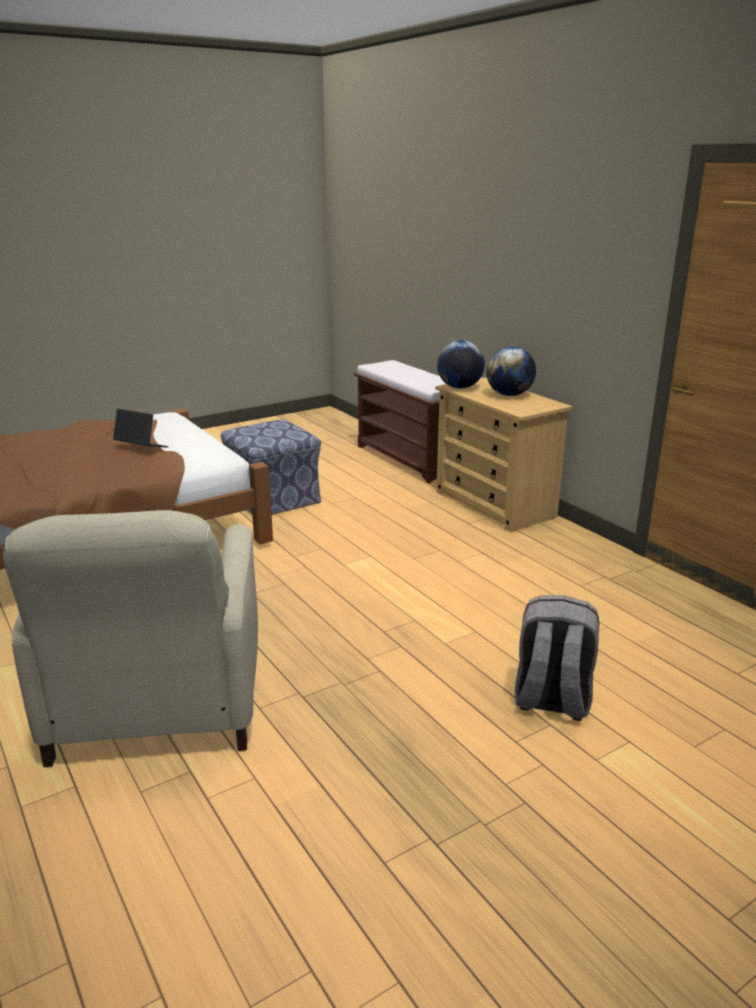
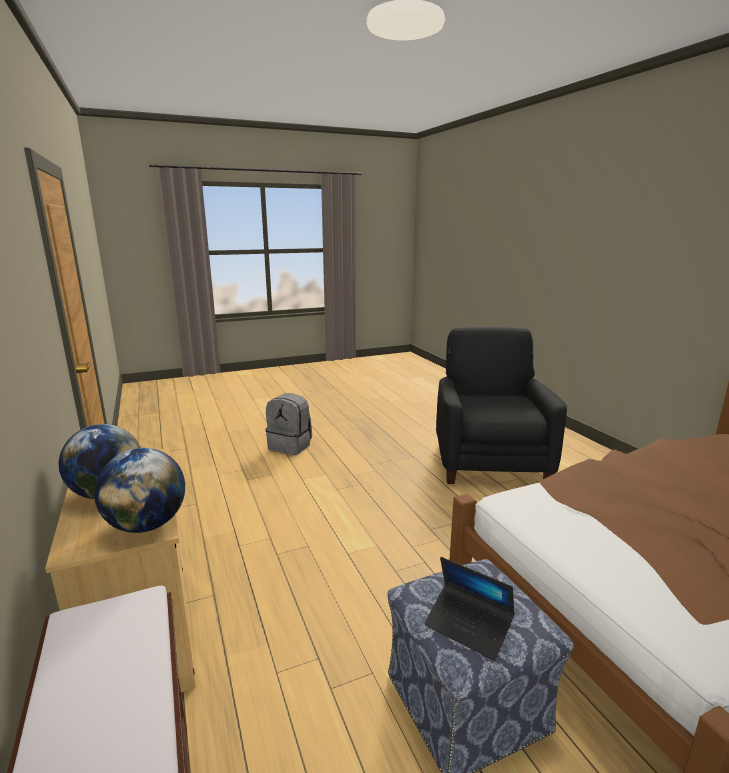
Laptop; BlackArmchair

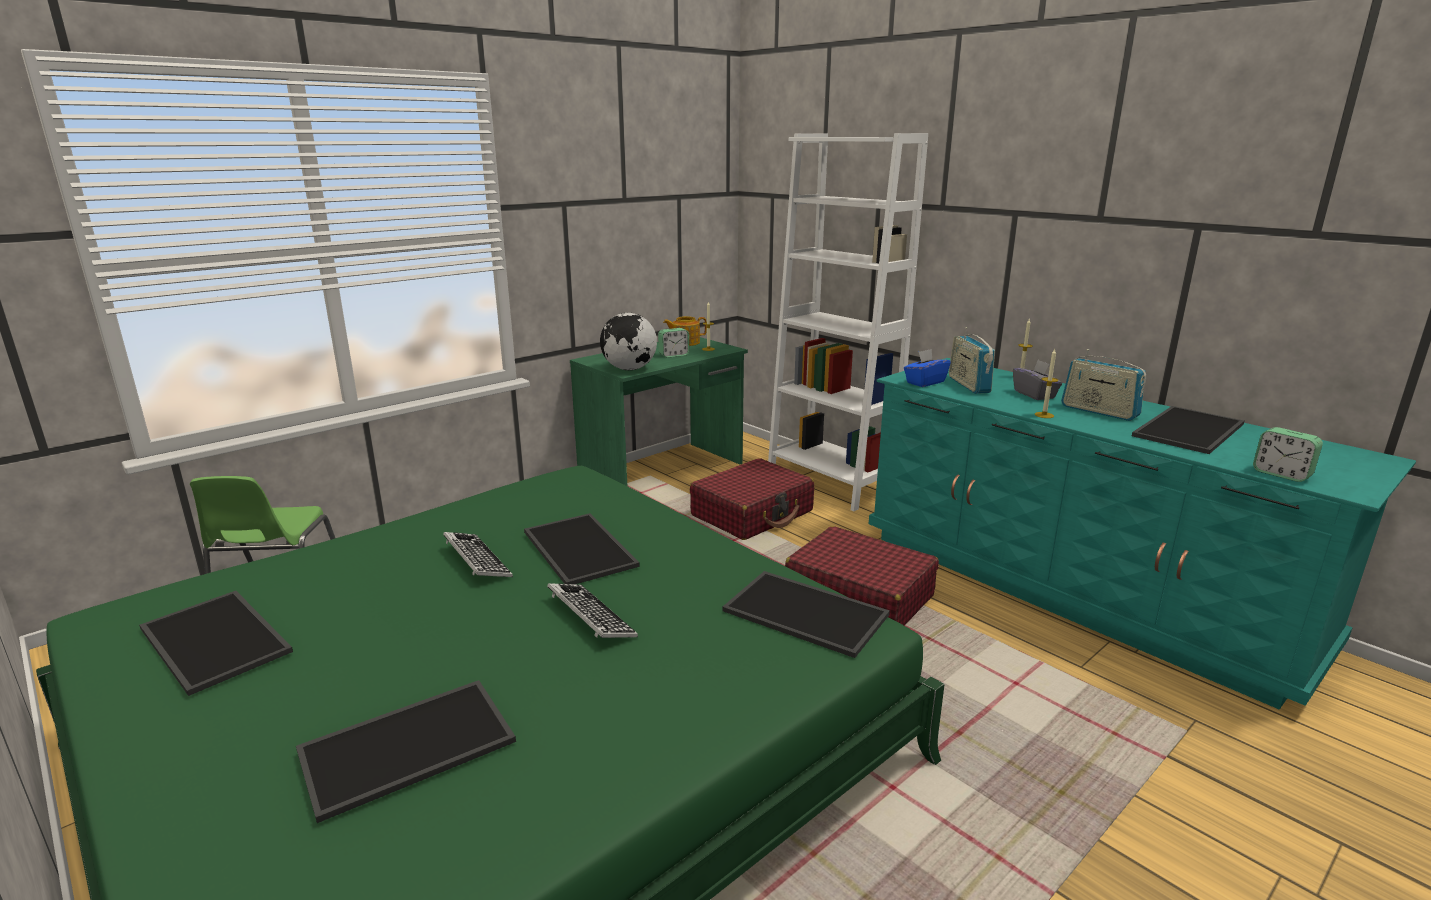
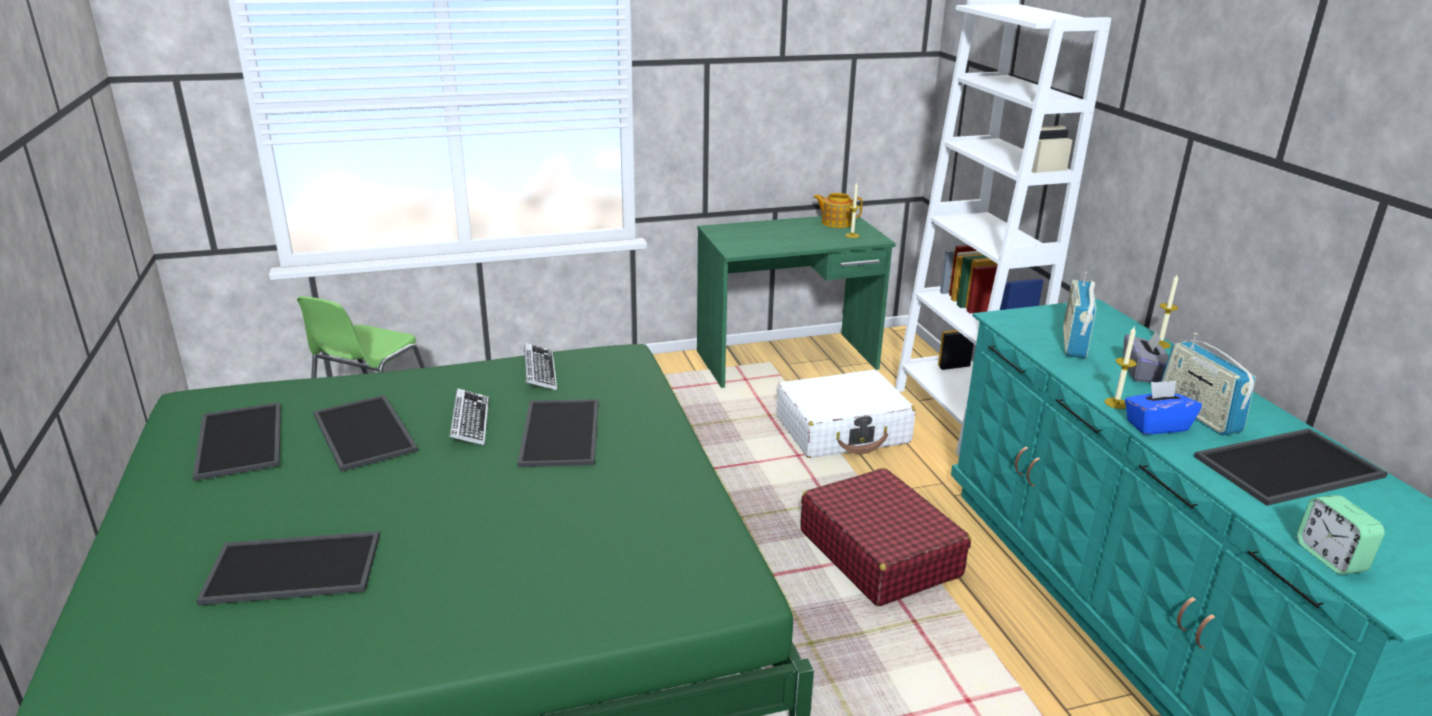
Globe; AlarmClock (no. 1 from left in the first image); Keyboard (no. 2 from left); Tray (no. 3 from left); BlueTissueBox; WhiteSuitcase

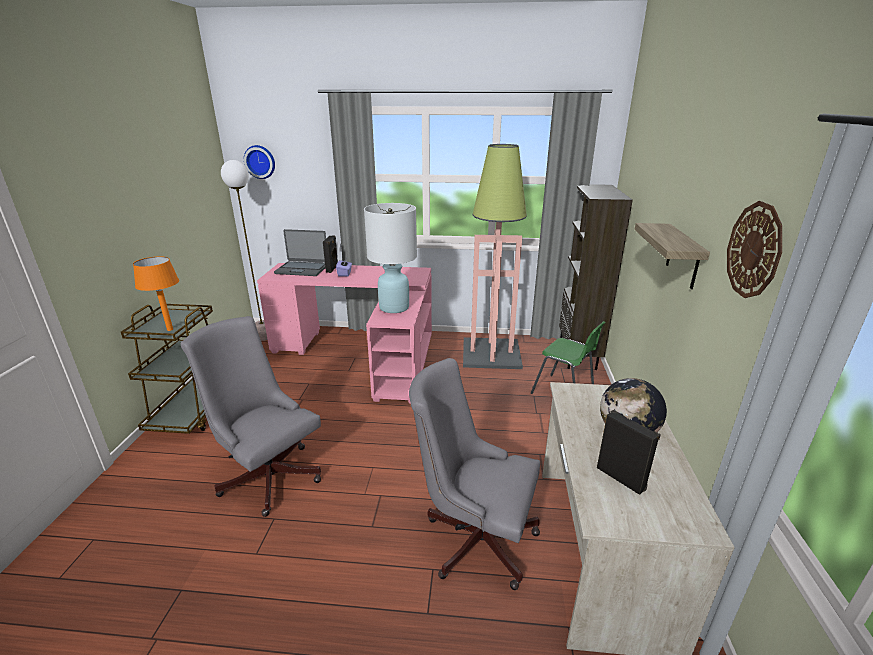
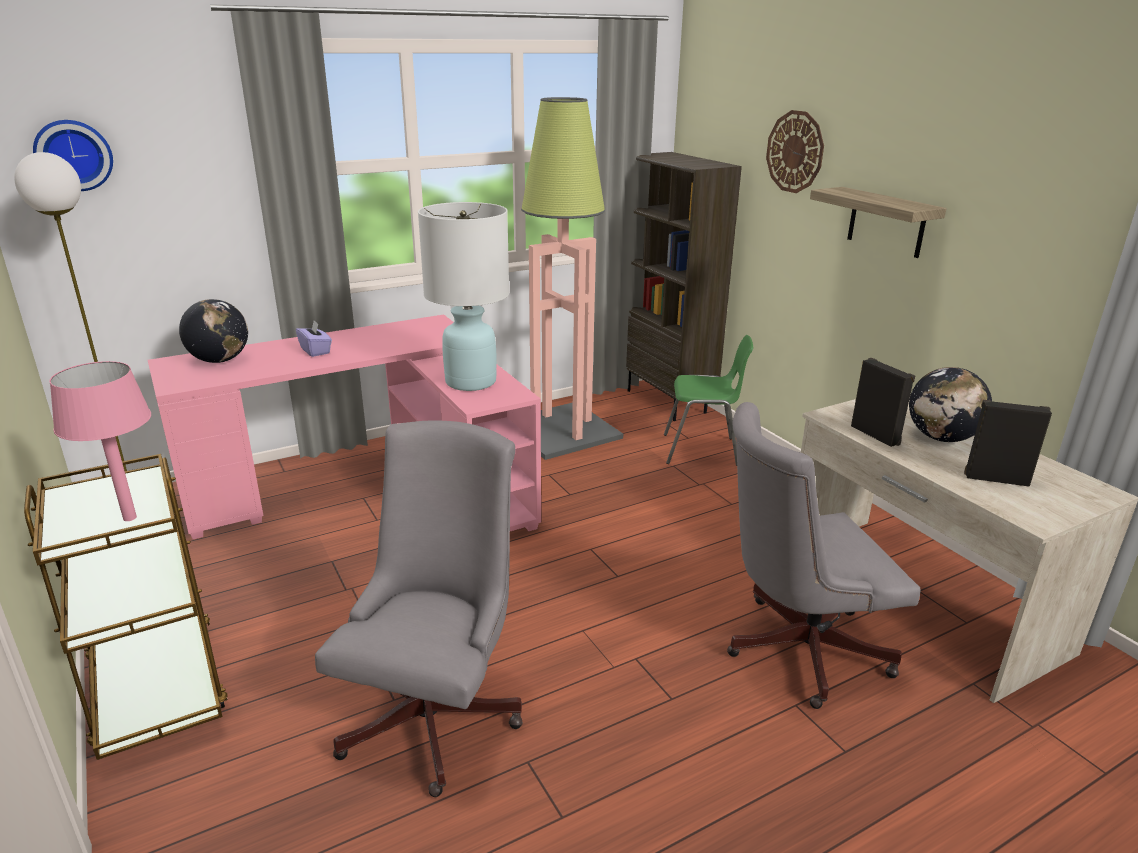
BlackSpeaker (no. 1 from left); WallClock (no. 2 from left); Globe (no. 1 from left); PinkTableLamp; GreyOfficeChair (no. 1 from left)

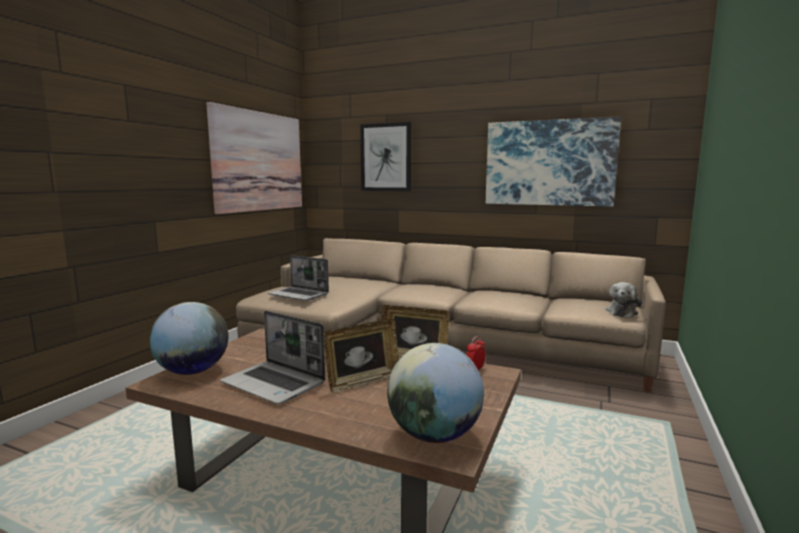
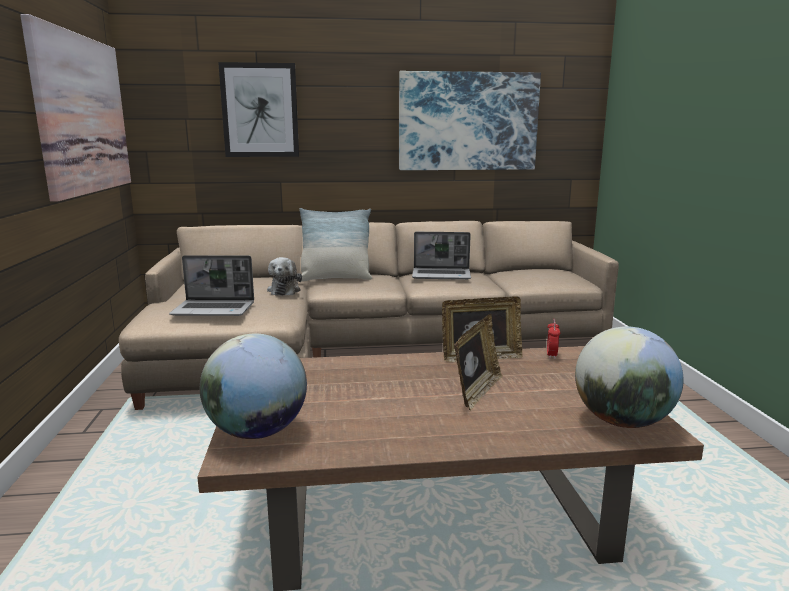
Pillow; Laptop (no. 2 from left); PlushToy

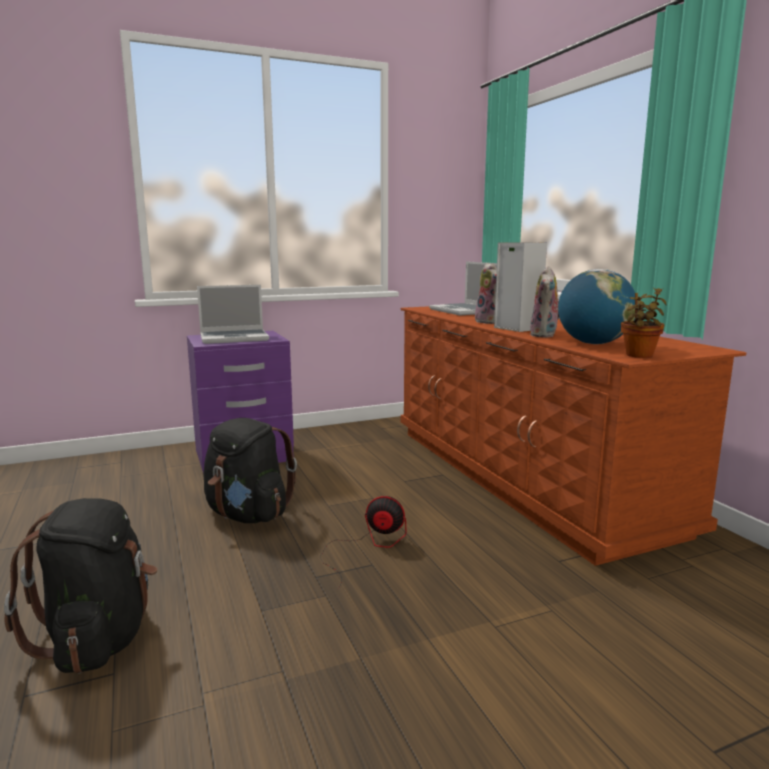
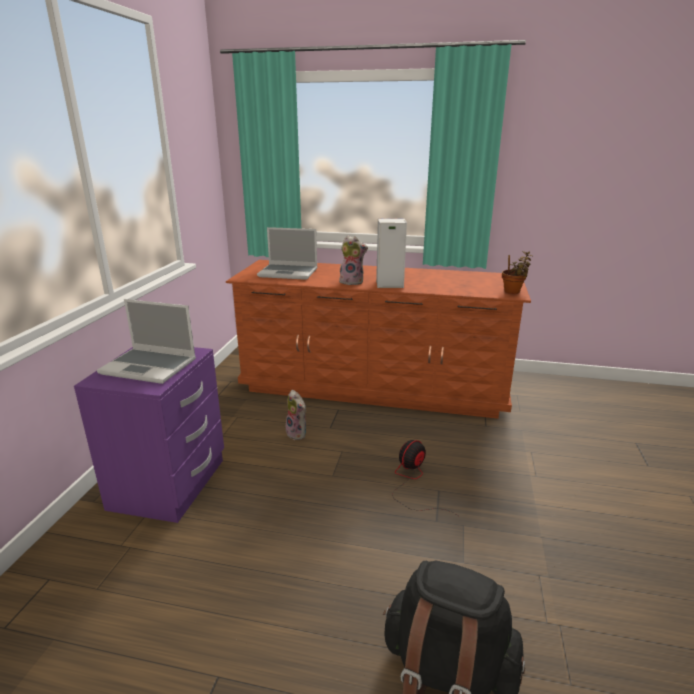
BlackBackpack (no. 2 from left in the first image); Globe; PlushToy (no. 1 from left); Laptop (no. 1 from left)

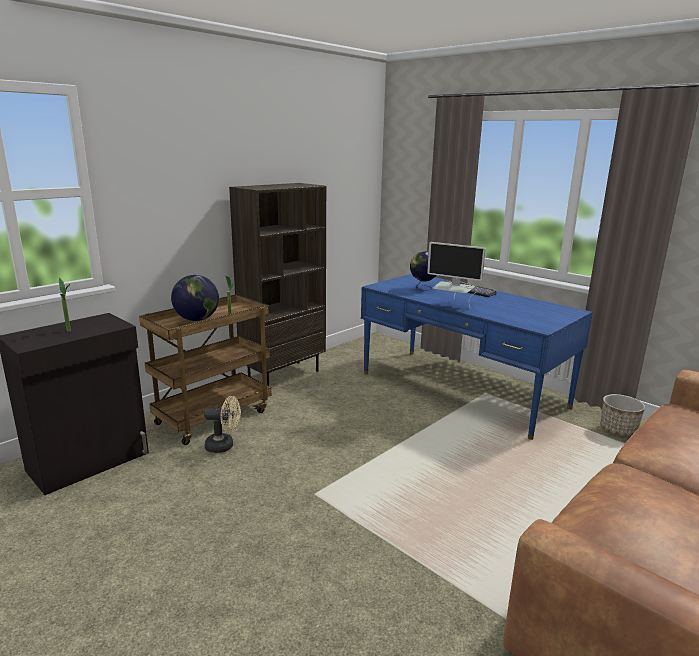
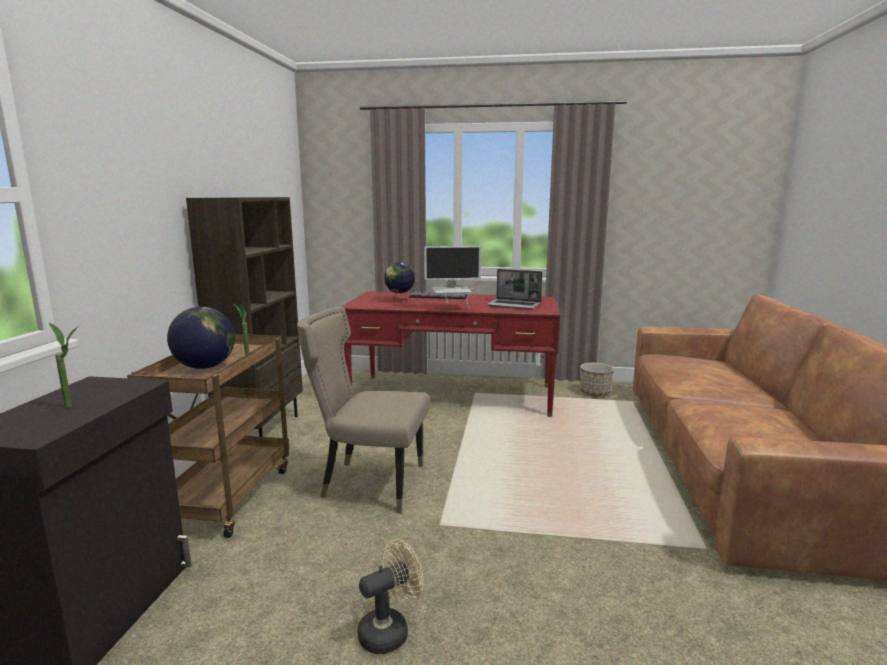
BeigeChair; Laptop; BeigeFan; RedDesk

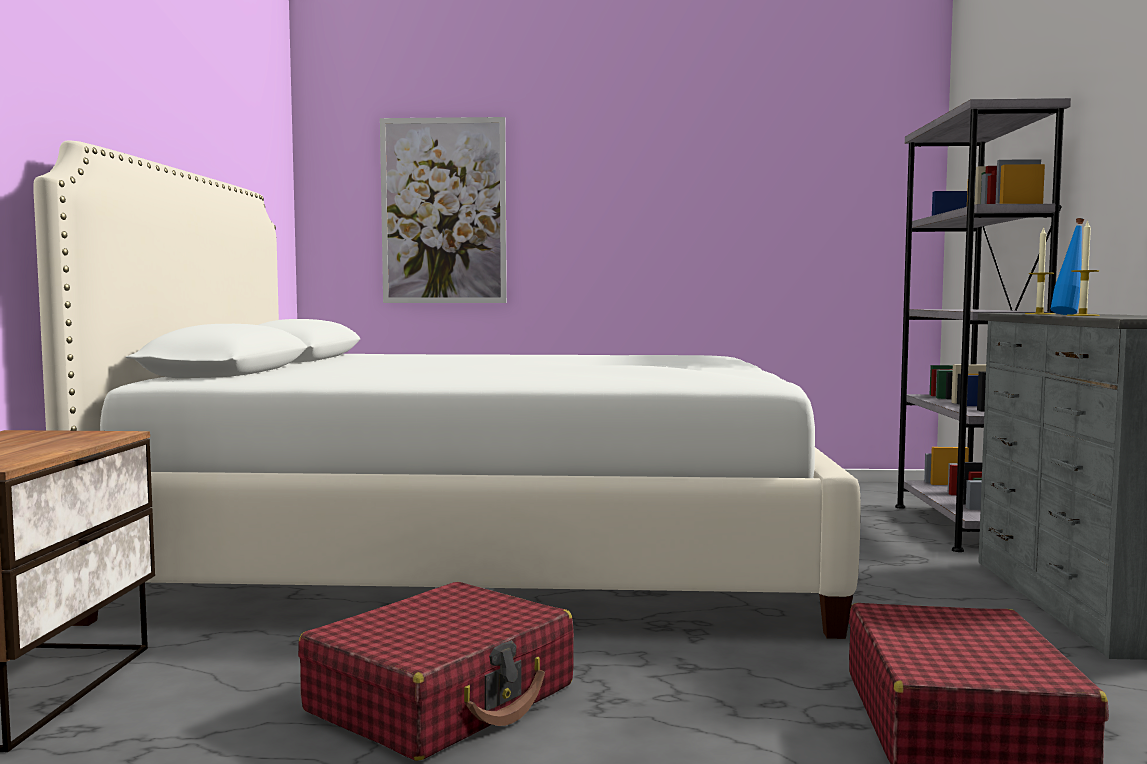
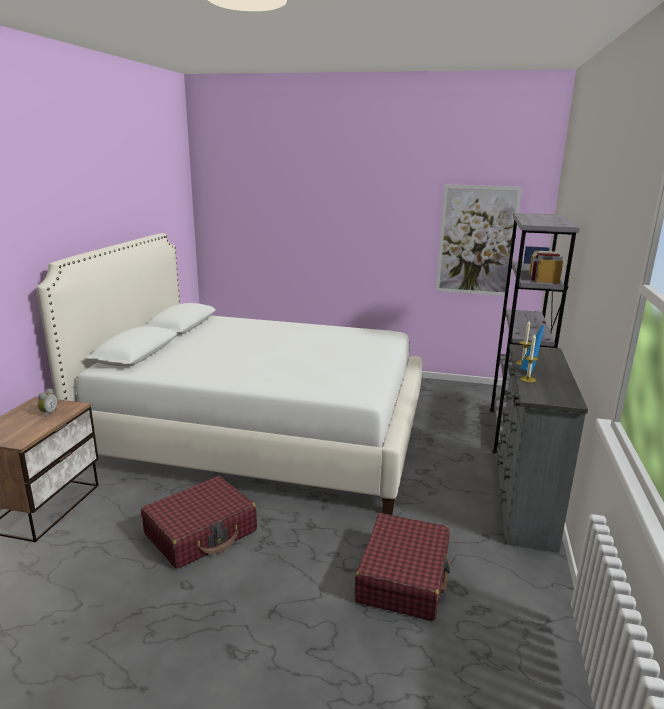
AlarmClock; Picture

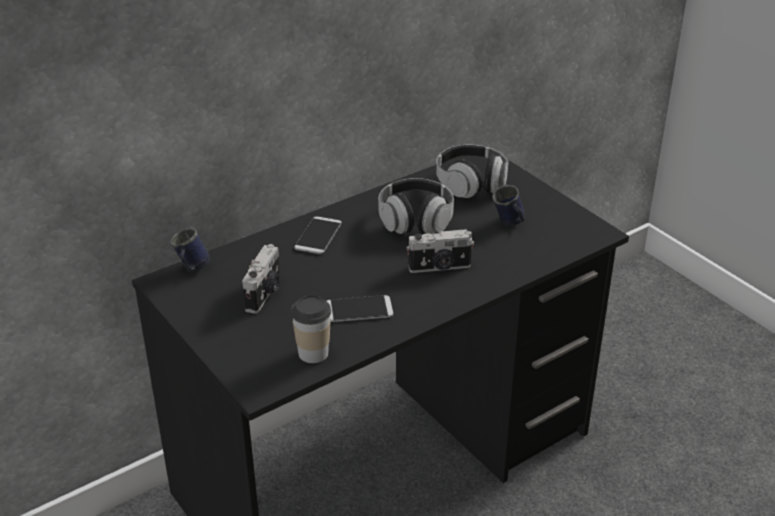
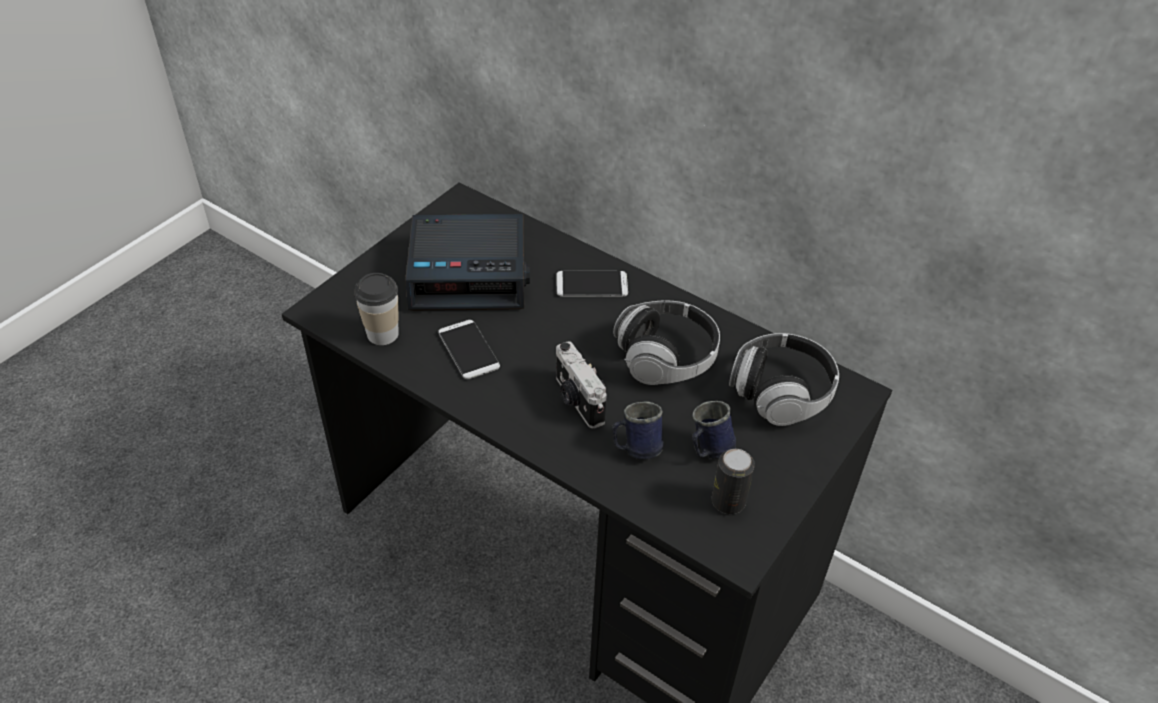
Can; BlueMug (no. 1 from left); AlarmClock

